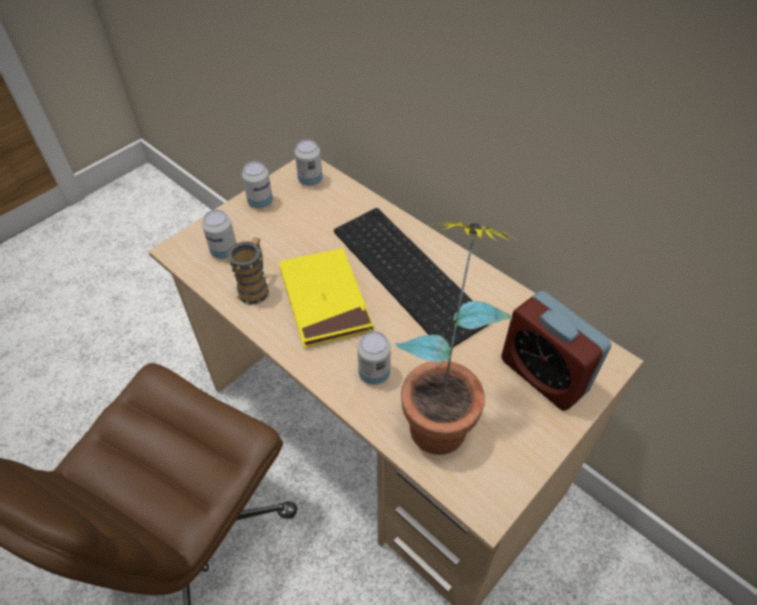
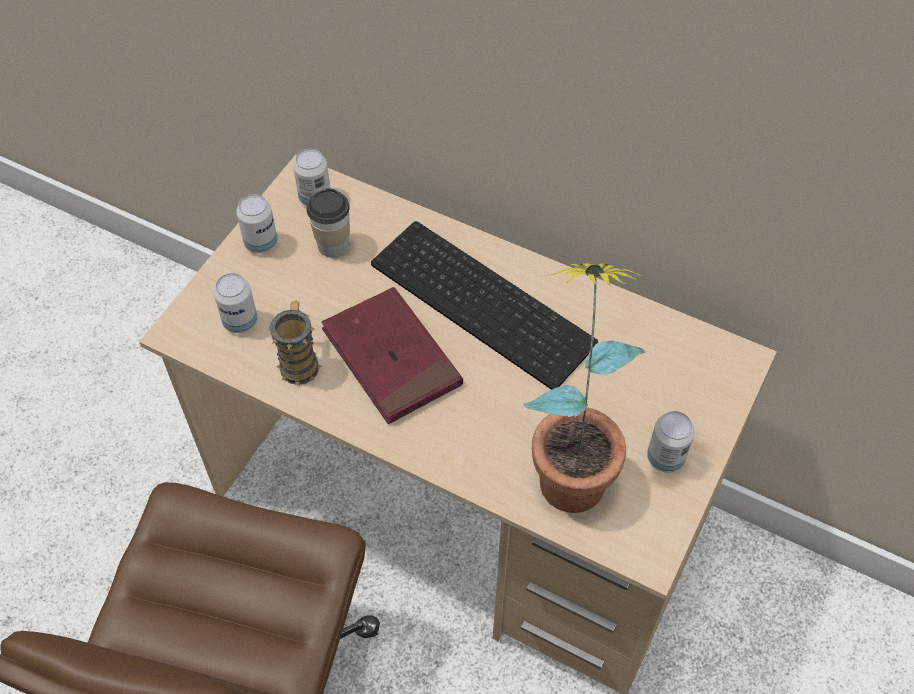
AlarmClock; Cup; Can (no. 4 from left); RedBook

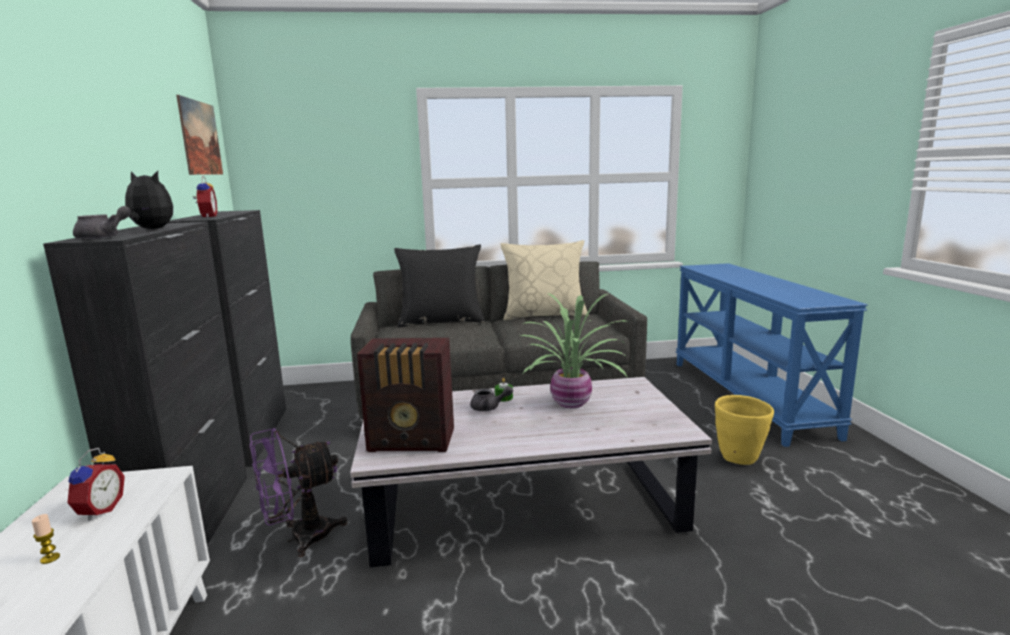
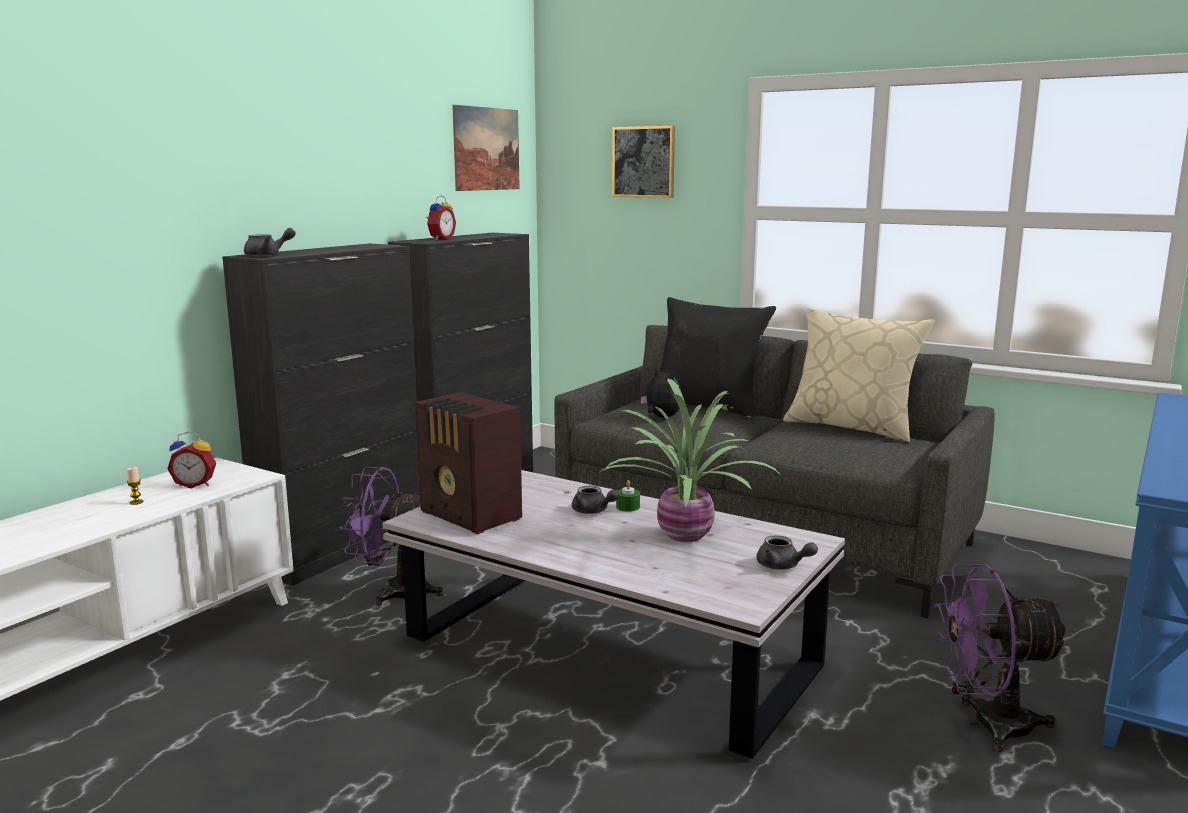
Picture (no. 2 from left); GreyTeapot (no. 3 from left); PlushToy; PurpleFan (no. 2 from left); AlarmClock (no. 1 from left)

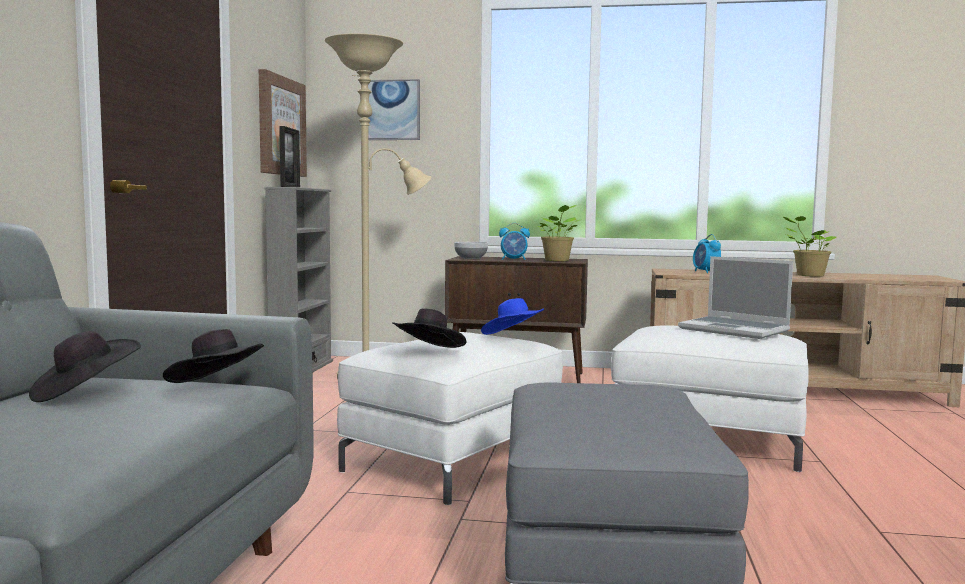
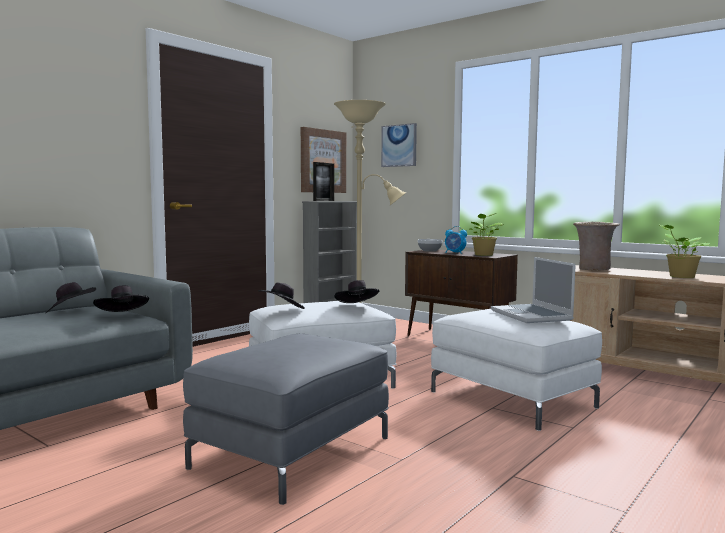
BeigeVase; BlackHat (no. 4 from left)

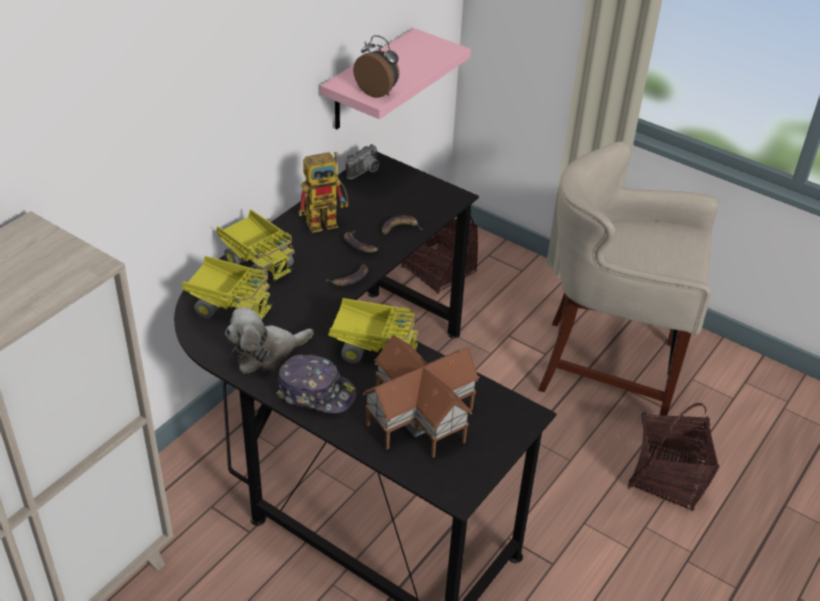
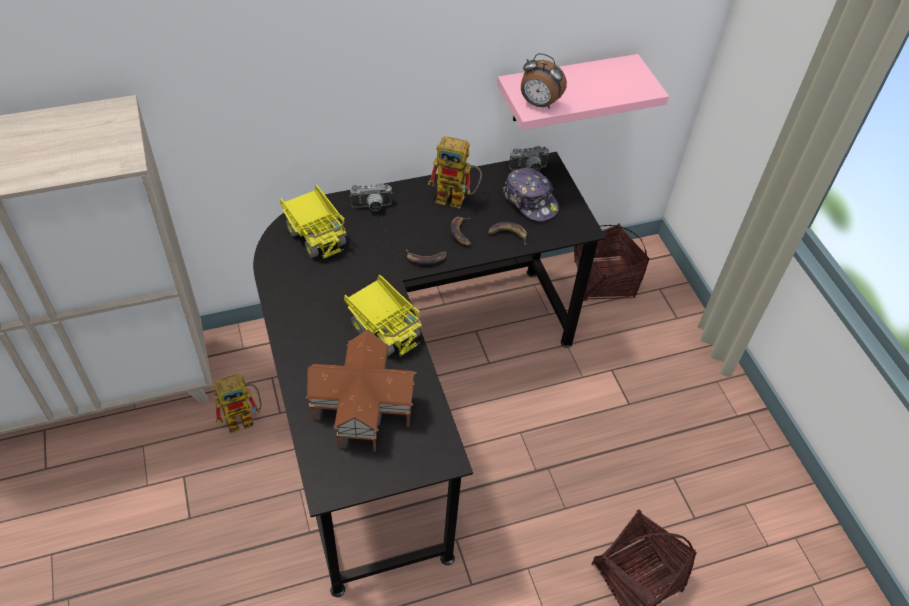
PlushToy; BeigeStool; ToyRobot (no. 1 from left); Cap; PhotoCamera (no. 1 from left); AlarmClock

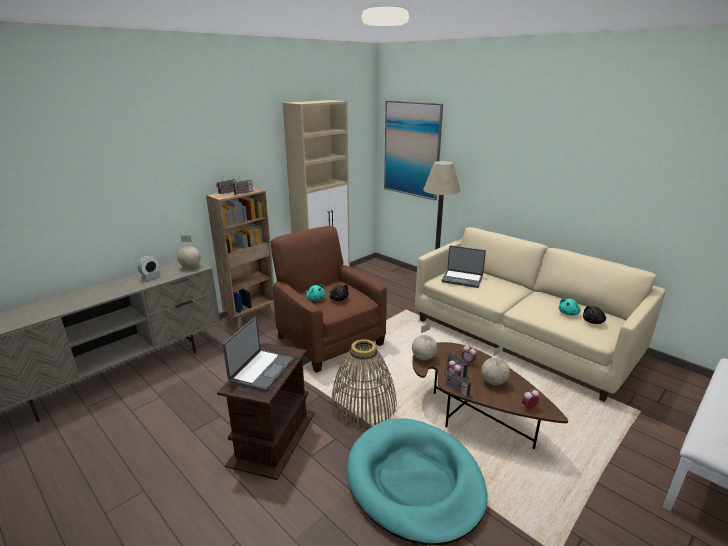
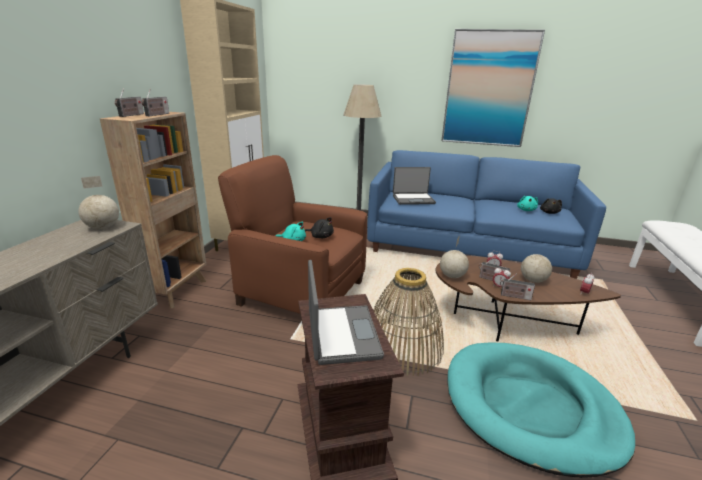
AlarmClock (no. 1 from left in the first image); Picture; BlueSofa

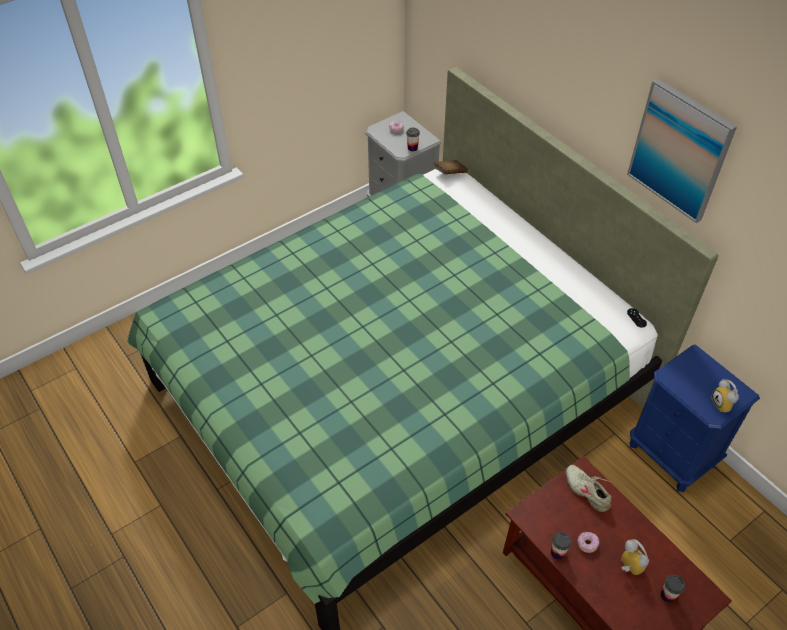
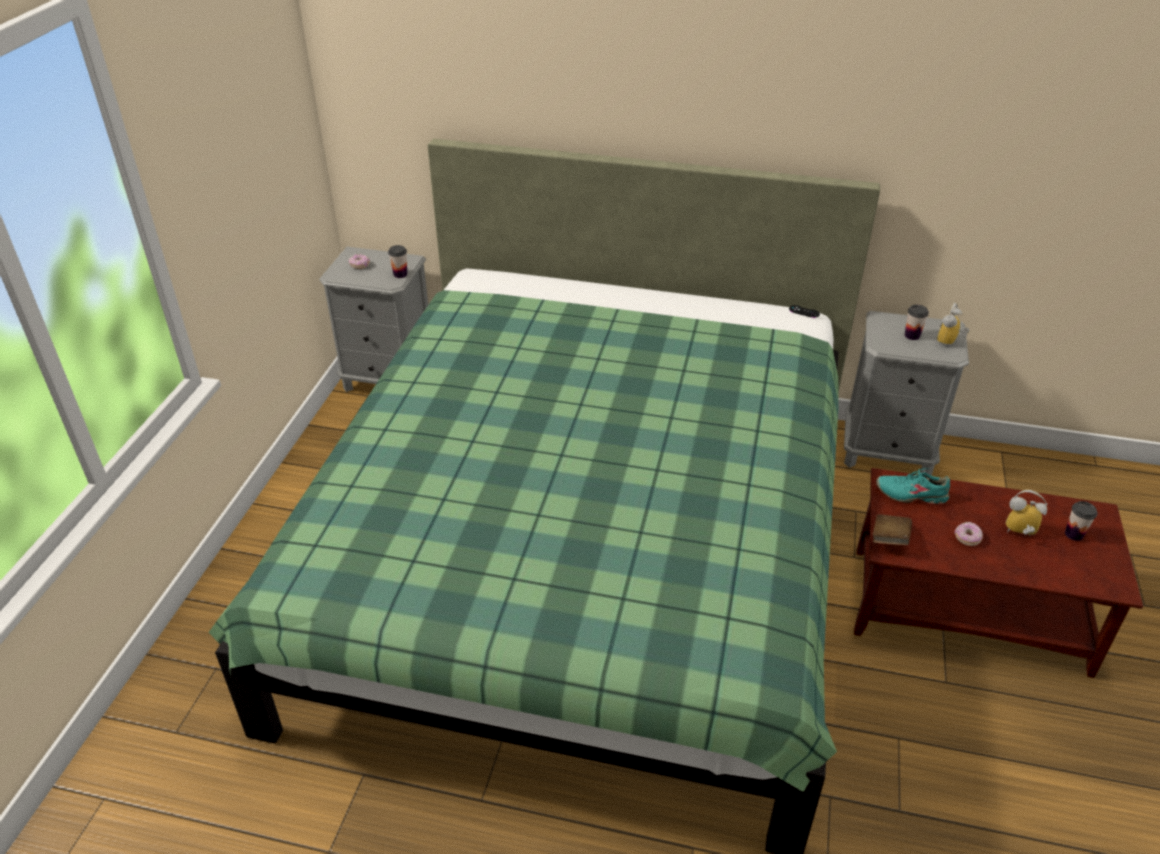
Picture; BrownBook; Cup (no. 2 from left); TurquoiseShoe; GreyNightstand (no. 2 from left); AlarmClock (no. 1 from left)

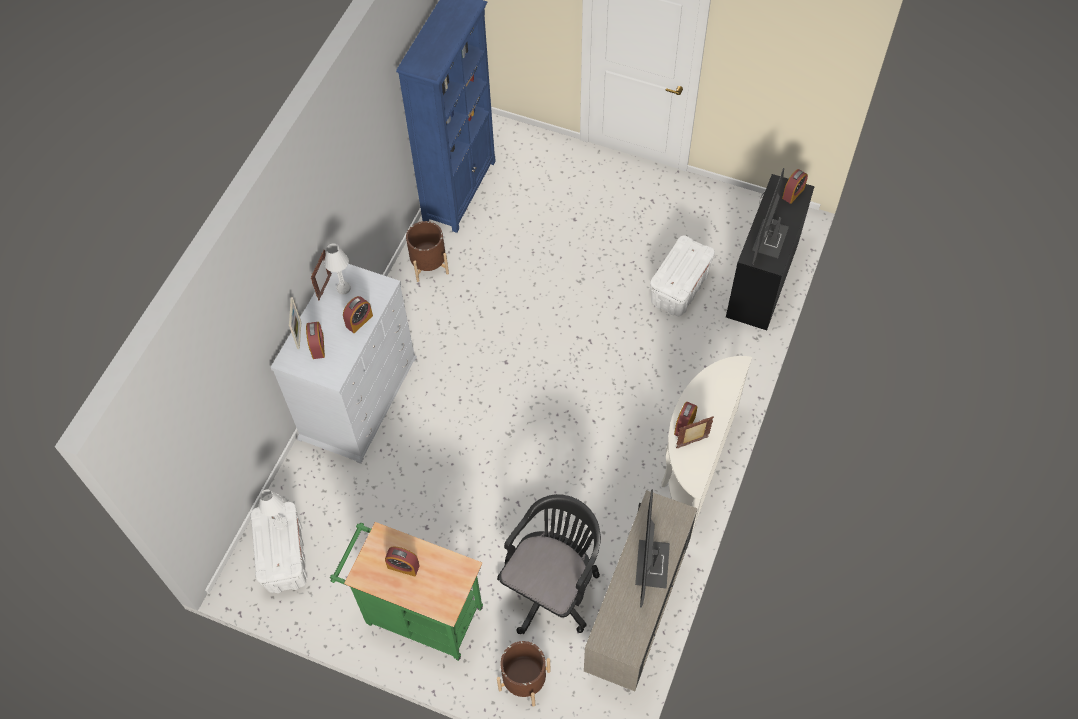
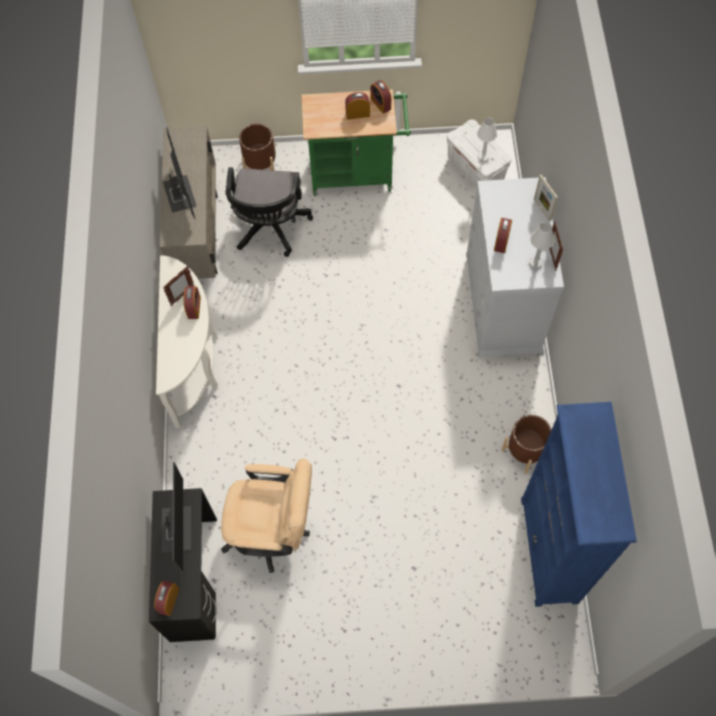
AlarmClock (no. 4 from left); BeigeOfficeChair

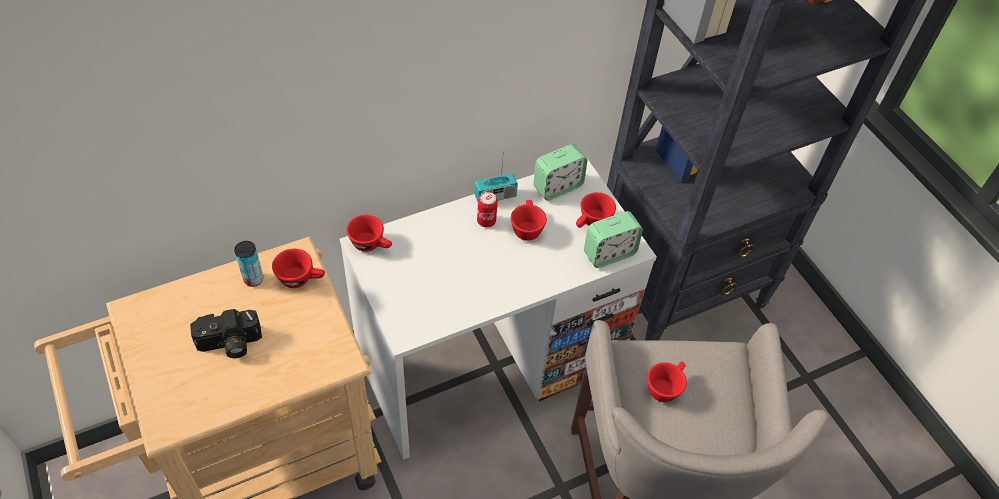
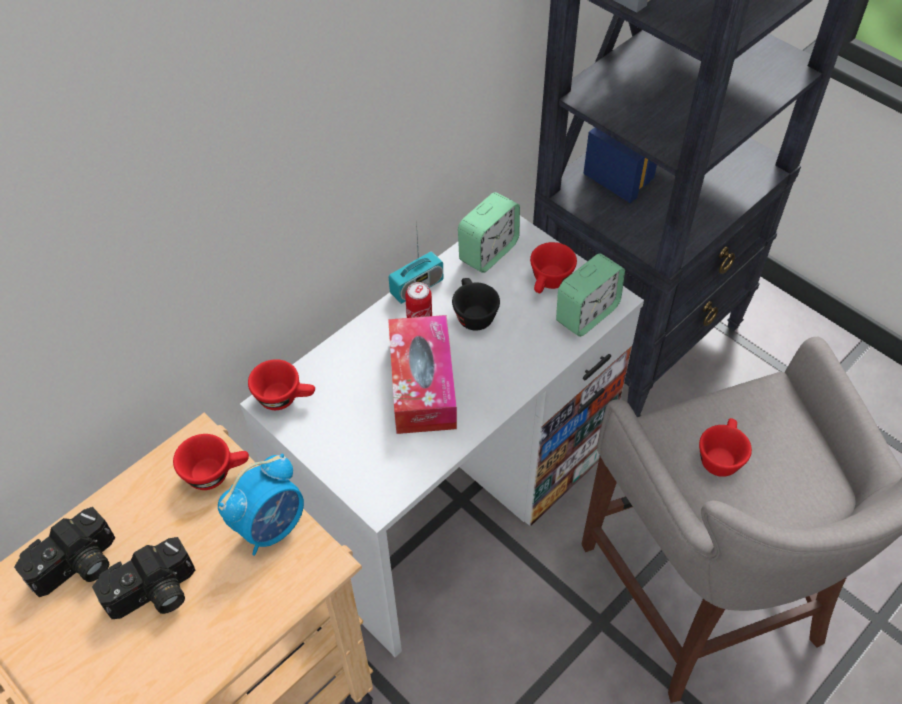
Can (no. 1 from left in the first image); PhotoCamera (no. 1 from left); AlarmClock (no. 1 from left); TissueBox; BlackCup

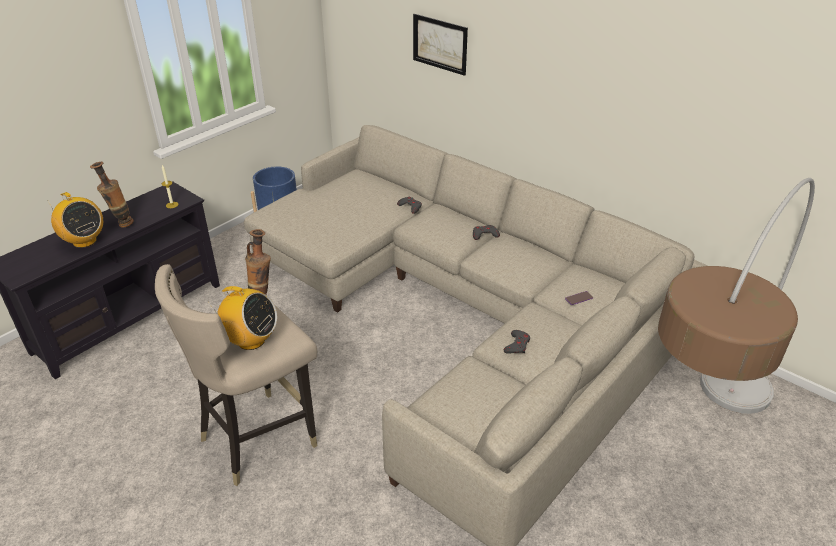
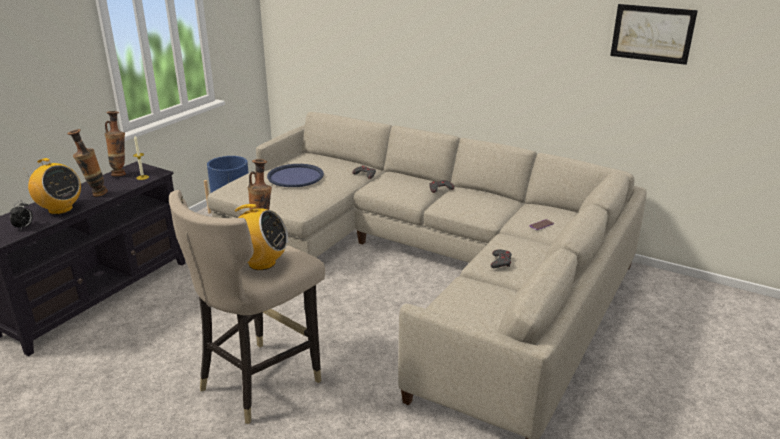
FloorLamp; AlarmClock; Vase (no. 2 from left); BlueTray; Picture

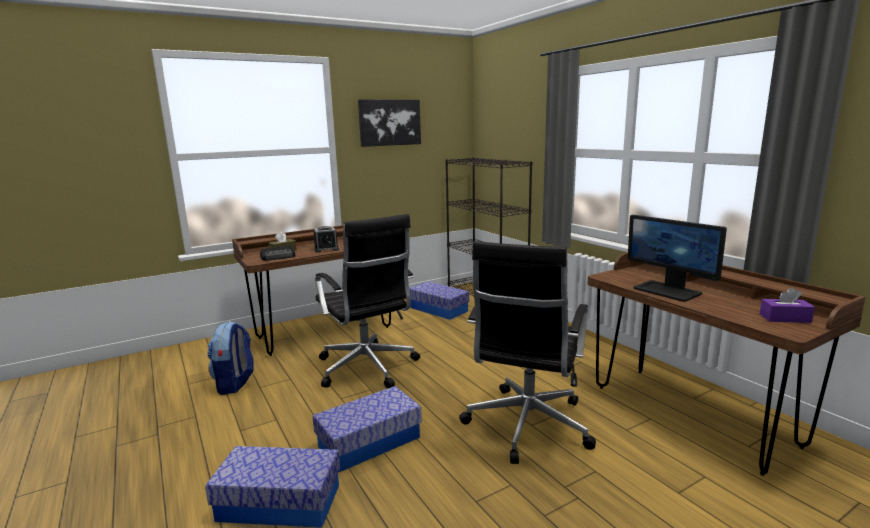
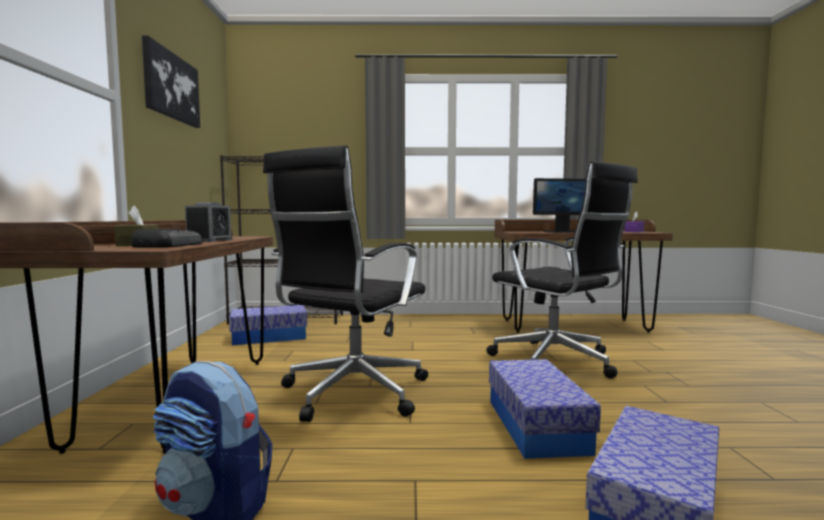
BlackOfficeChair (no. 1 from left)

